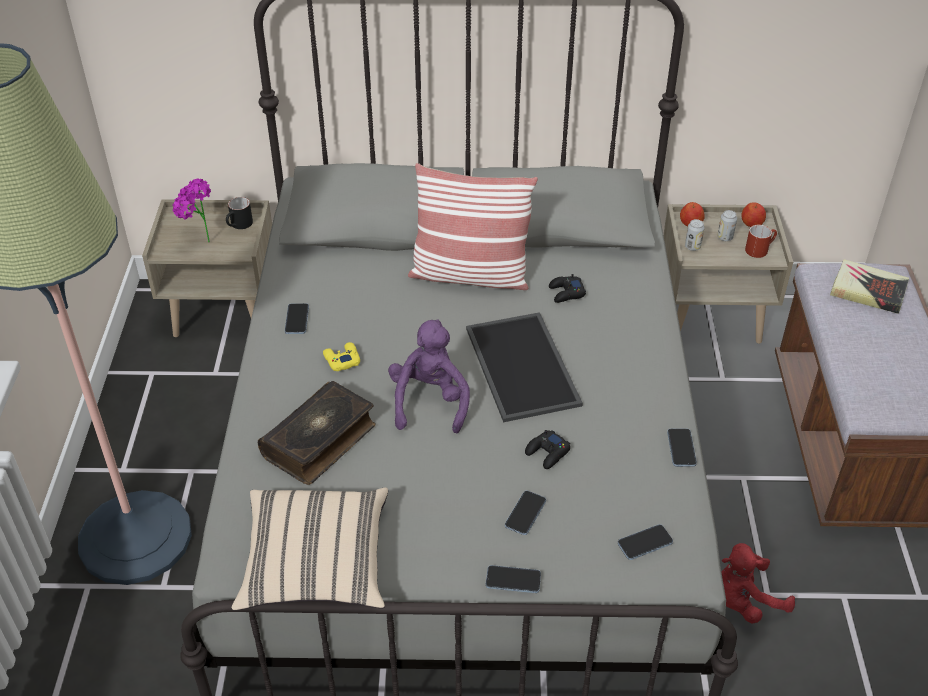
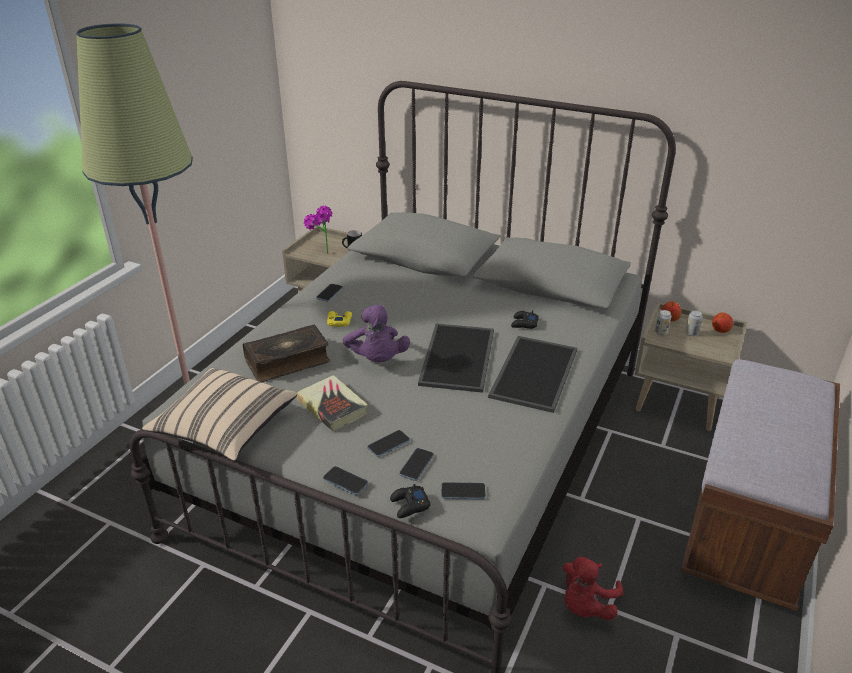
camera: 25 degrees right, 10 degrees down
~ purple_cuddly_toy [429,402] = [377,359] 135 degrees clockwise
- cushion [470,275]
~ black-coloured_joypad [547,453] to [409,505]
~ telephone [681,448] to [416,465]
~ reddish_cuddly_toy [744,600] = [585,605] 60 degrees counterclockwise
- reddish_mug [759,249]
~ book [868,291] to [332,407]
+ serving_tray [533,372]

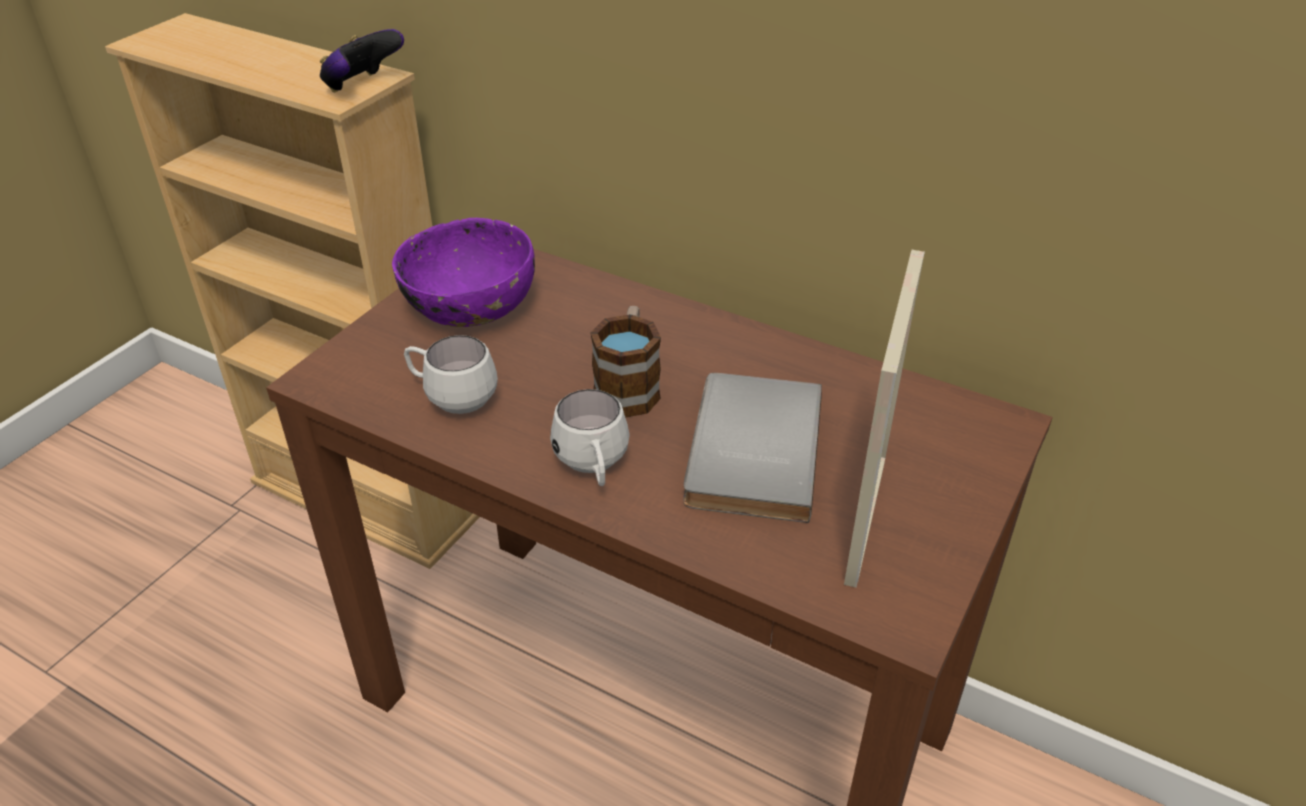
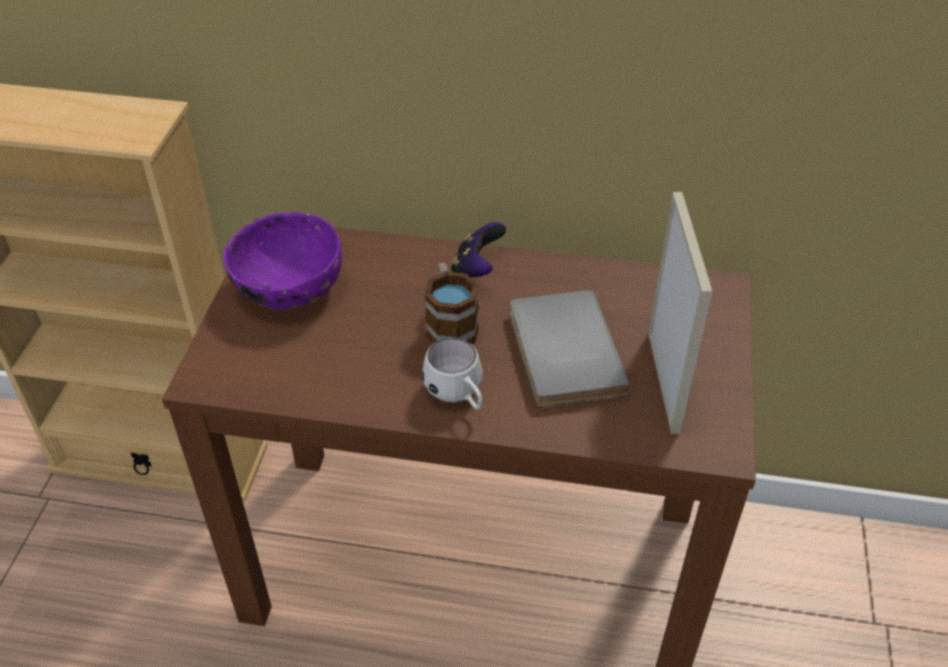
camera: 20 degrees left, 5 degrees up
~ joypad [362,86] to [476,270]
- white_mug [451,397]

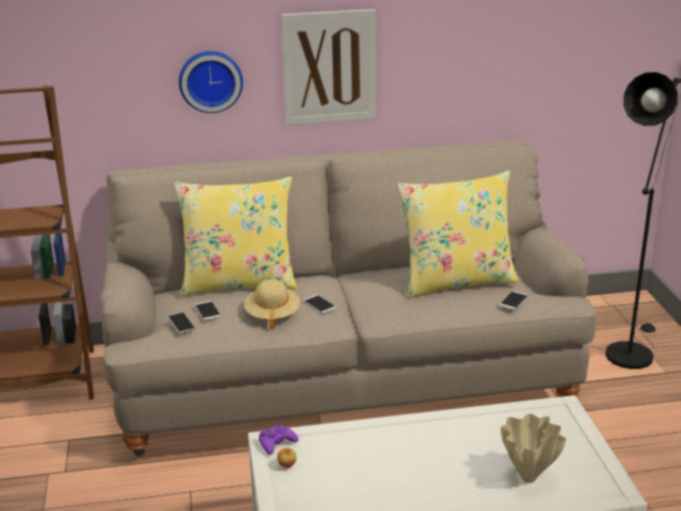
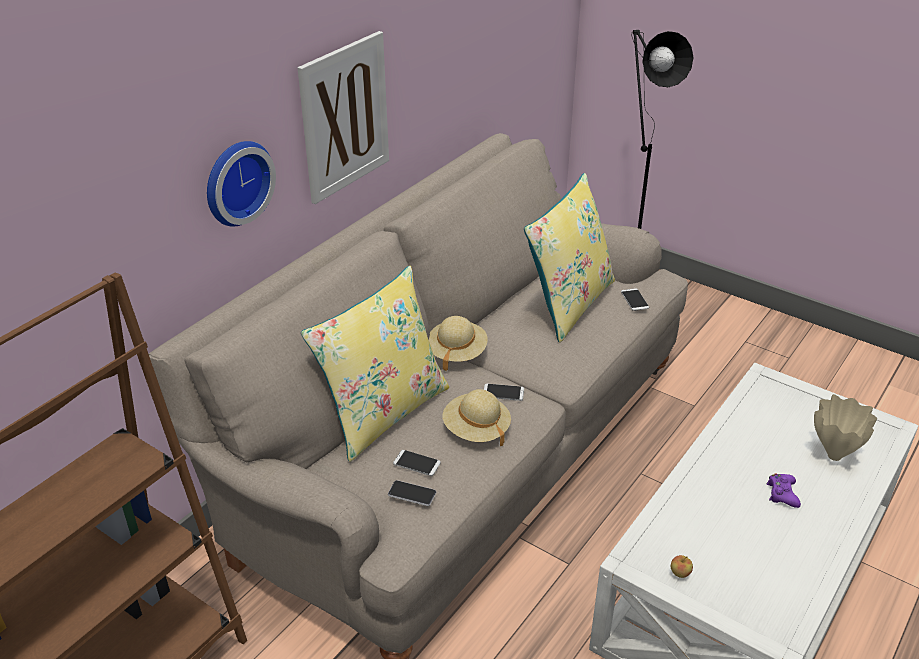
camera: 45 degrees left, 10 degrees up
~ purple_joypad [276,443] to [782,494]
+ beige-coloured_wearable_hat [456,352]

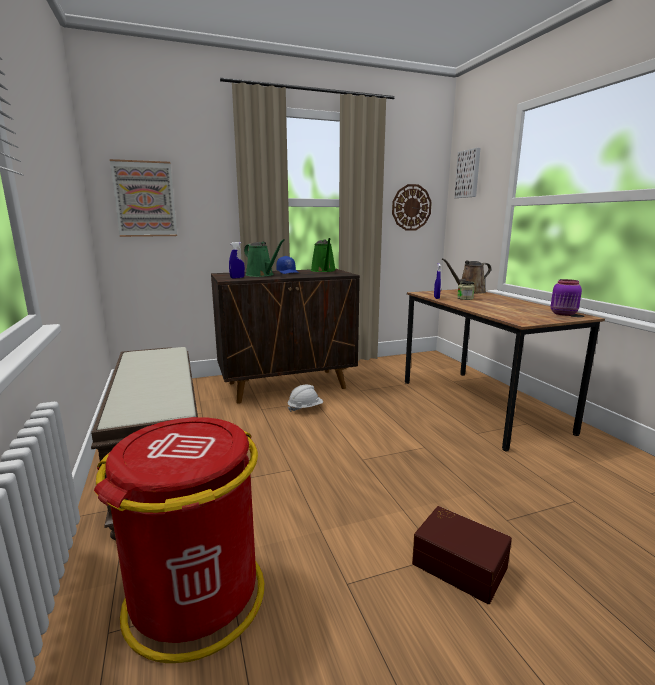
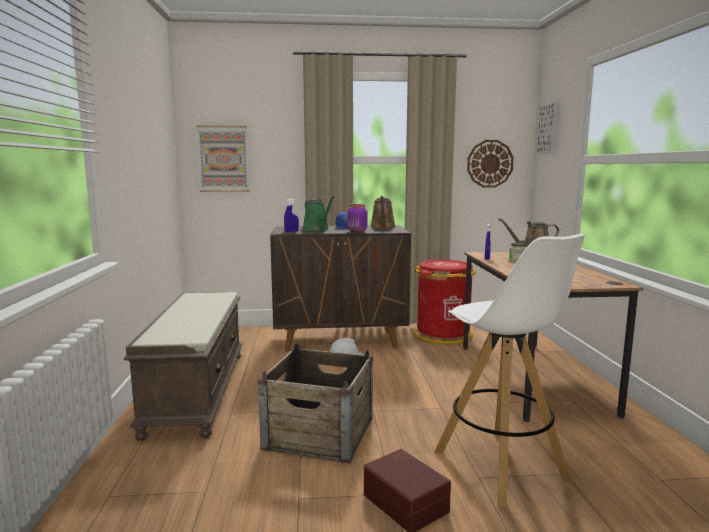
camera: 15 degrees right, 5 degrees down
~ reddish_trash_can [195,598] to [443,334]
~ green-coloured_sprinkling_can [324,271] to brown-coloured_sprinkling_can [382,227]
~ purple_preserve_jar [564,314] to [357,231]
+ packing_crate [319,432]
+ white_stool [501,466]

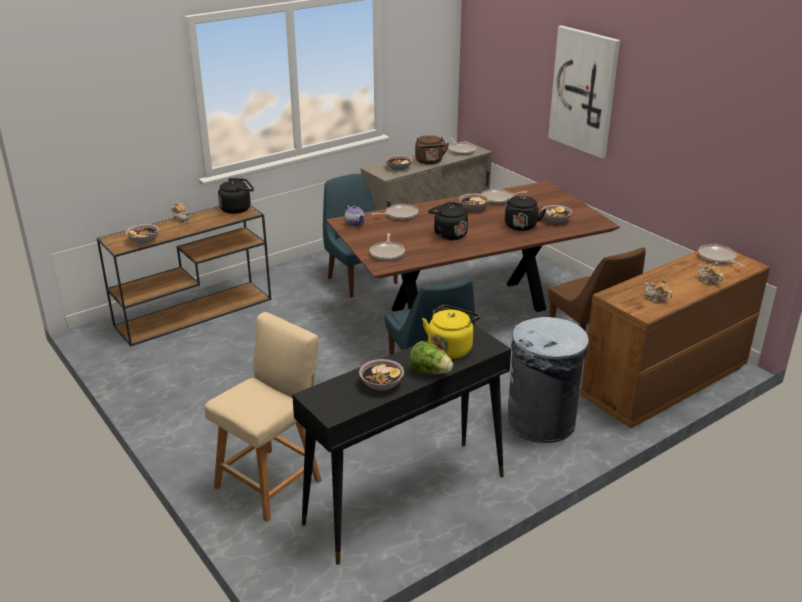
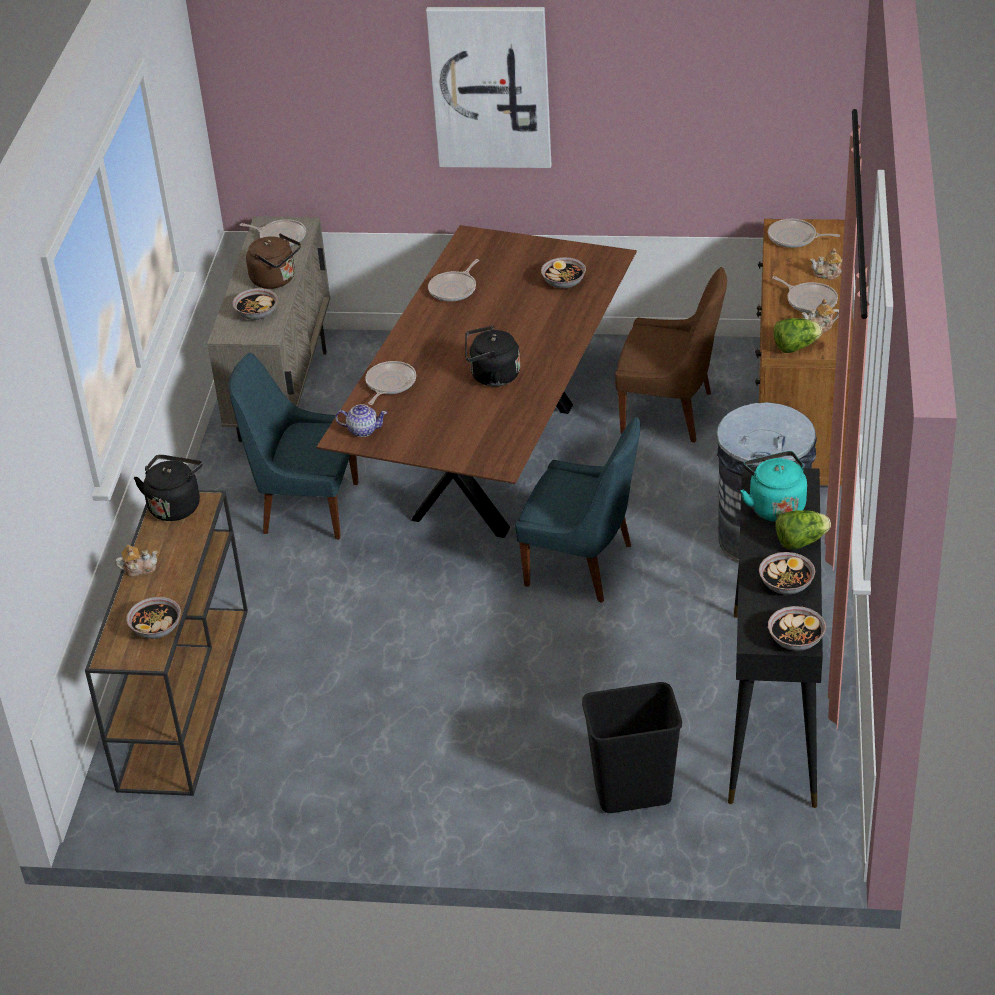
camera: 45 degrees left, 10 degrees up
~ beige-coloured_stool [272,481] to black-coloured_trash_can [633,792]
~ frying_pan [387,253] to [809,301]
~ yellow_water_kettle [451,348] to blue-green_water_kettle [774,506]
~ serving_bowl [473,208] to [796,639]
- black-coloured_water_kettle [521,227]
+ lettuce_head [795,347]

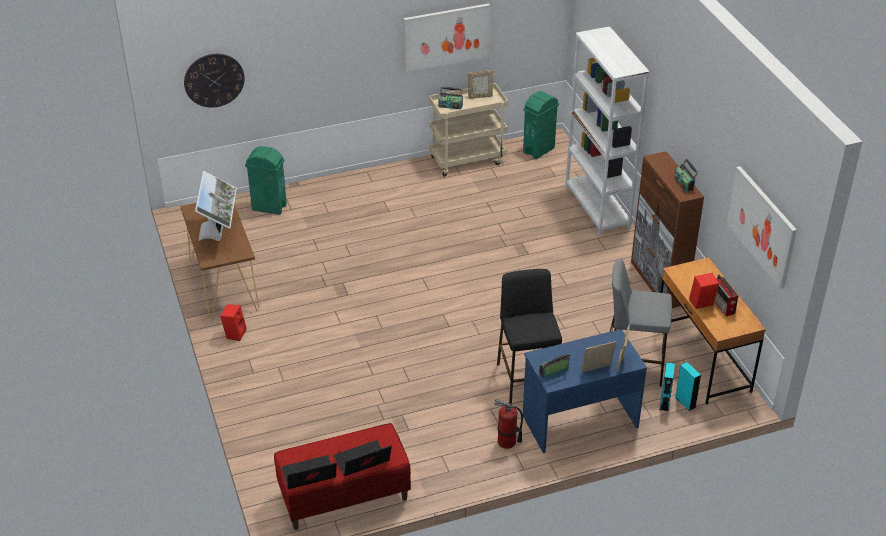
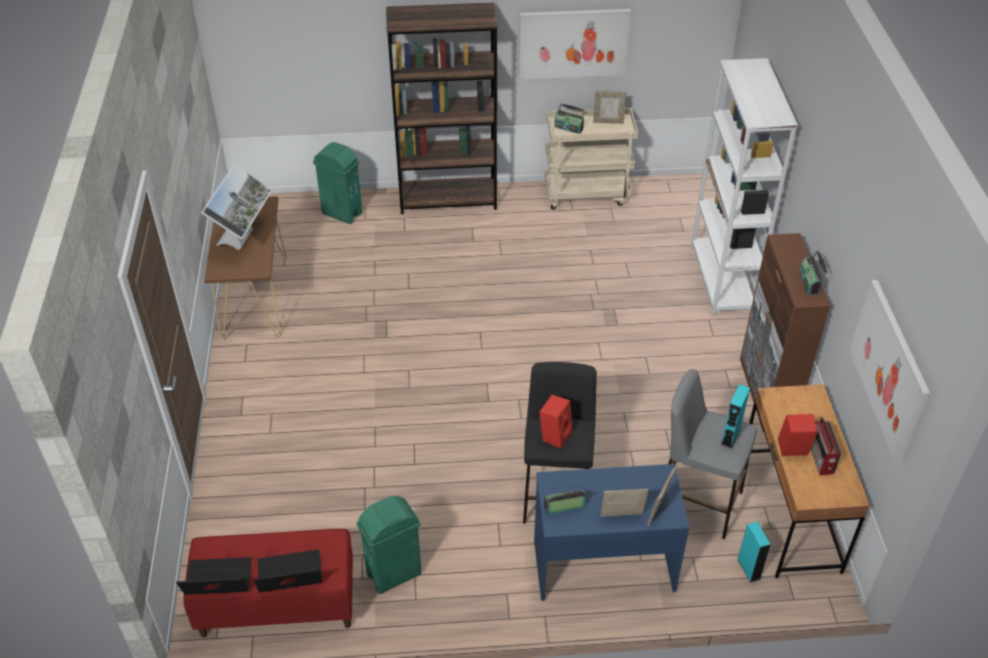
camera: 15 degrees right, 5 degrees up
- hanging_clock [214,80]
~ reddish_loudspeaker [234,333] to [555,435]
- extinguisher [507,442]
~ green-coloured_trash_can [539,150] to [395,573]
~ blue-green_loudspeaker [664,403] to [730,436]
+ brown-coloured_shelving_unit [448,199]

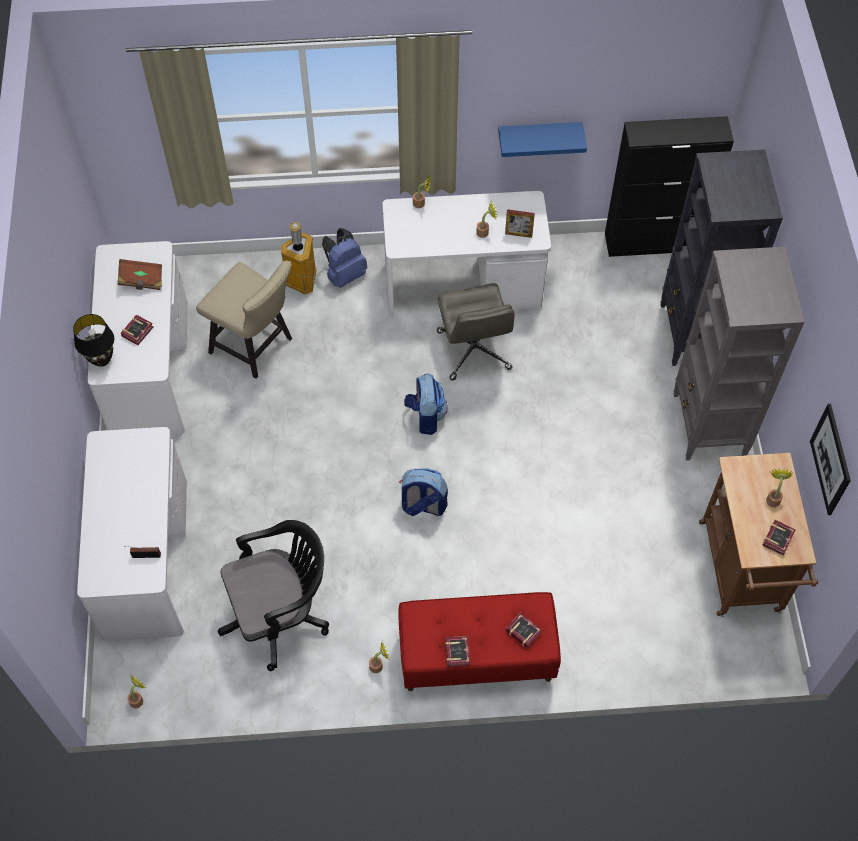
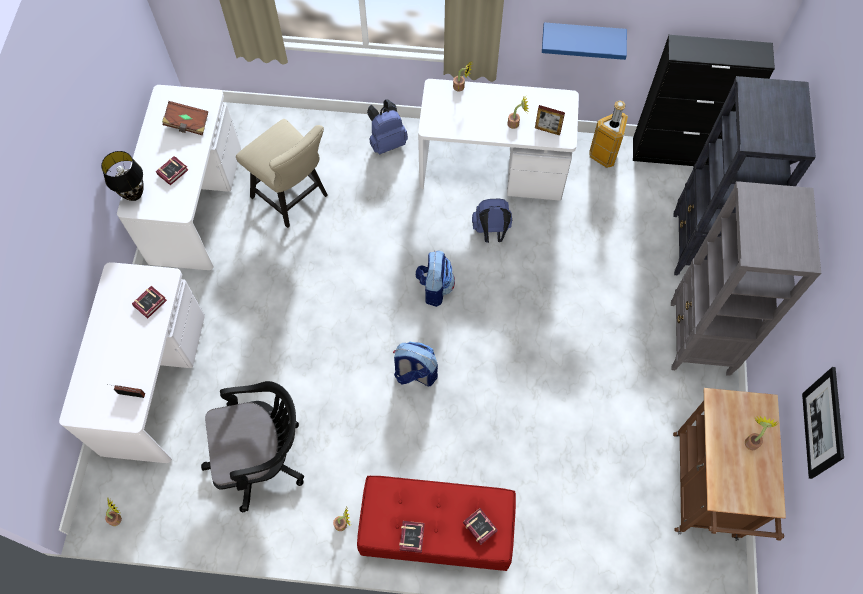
camera: 10 degrees right, 5 degrees up
~ trash_can [303,281] to [605,154]
~ greyish_desk_chair [474,351] to blue_rucksack [491,232]
~ book [779,538] to [151,303]

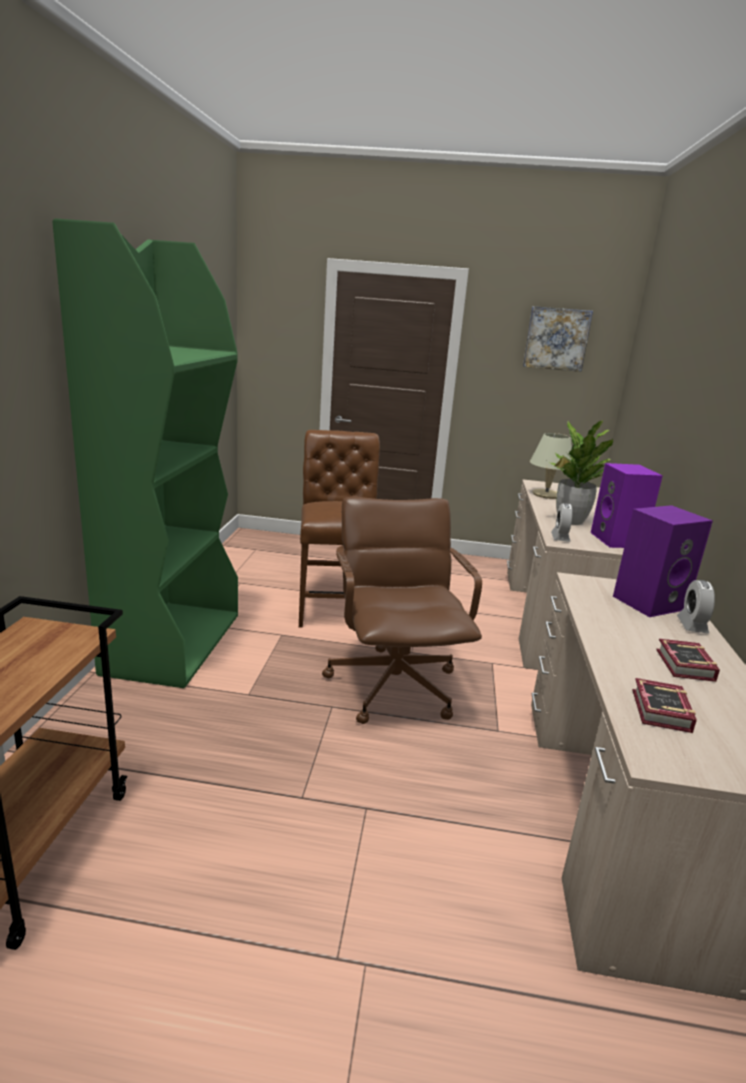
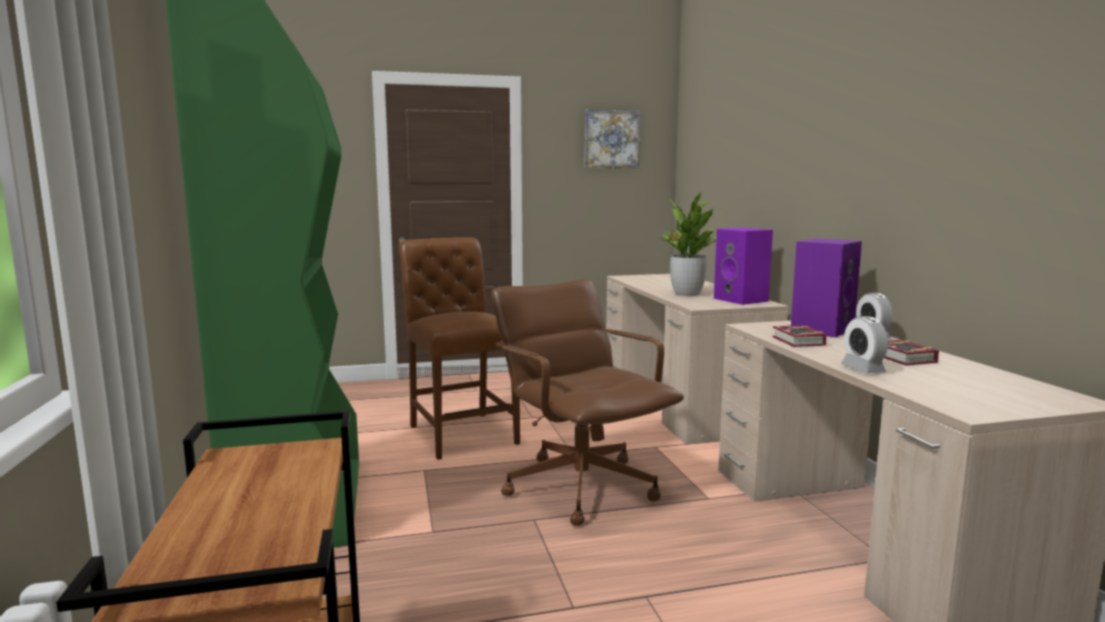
camera: 20 degrees left, 10 degrees down
- beige-coloured_table_lamp [546,494]
~ table_clock [560,537] to [862,369]
~ book [659,712] to [798,342]

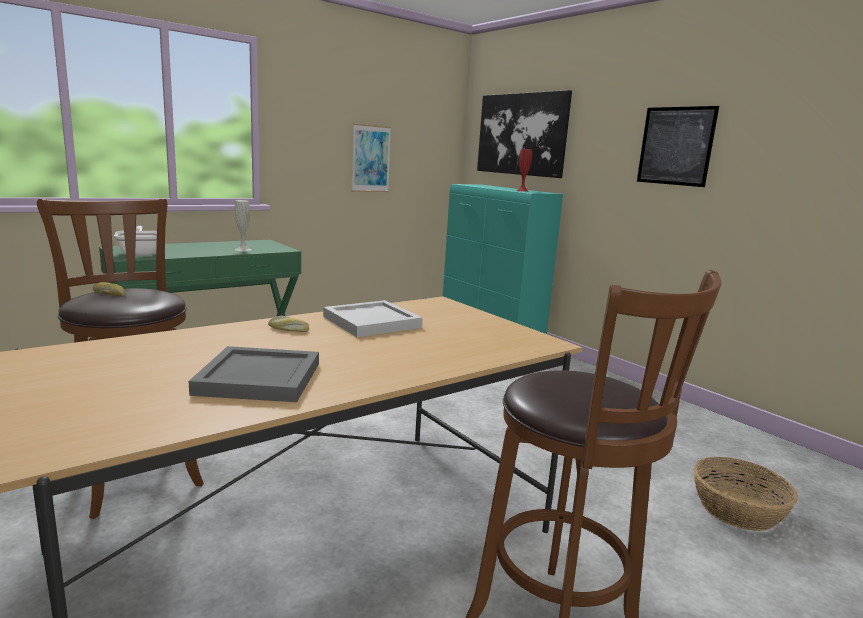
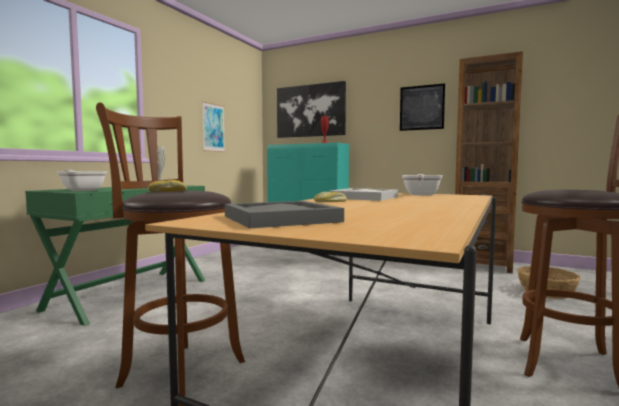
camera: 25 degrees left, 10 degrees down
~ greyish_serving_tray [257,379] to [280,219]
+ frying_pan [421,195]
+ brown-coloured_shelving_unit [483,264]

